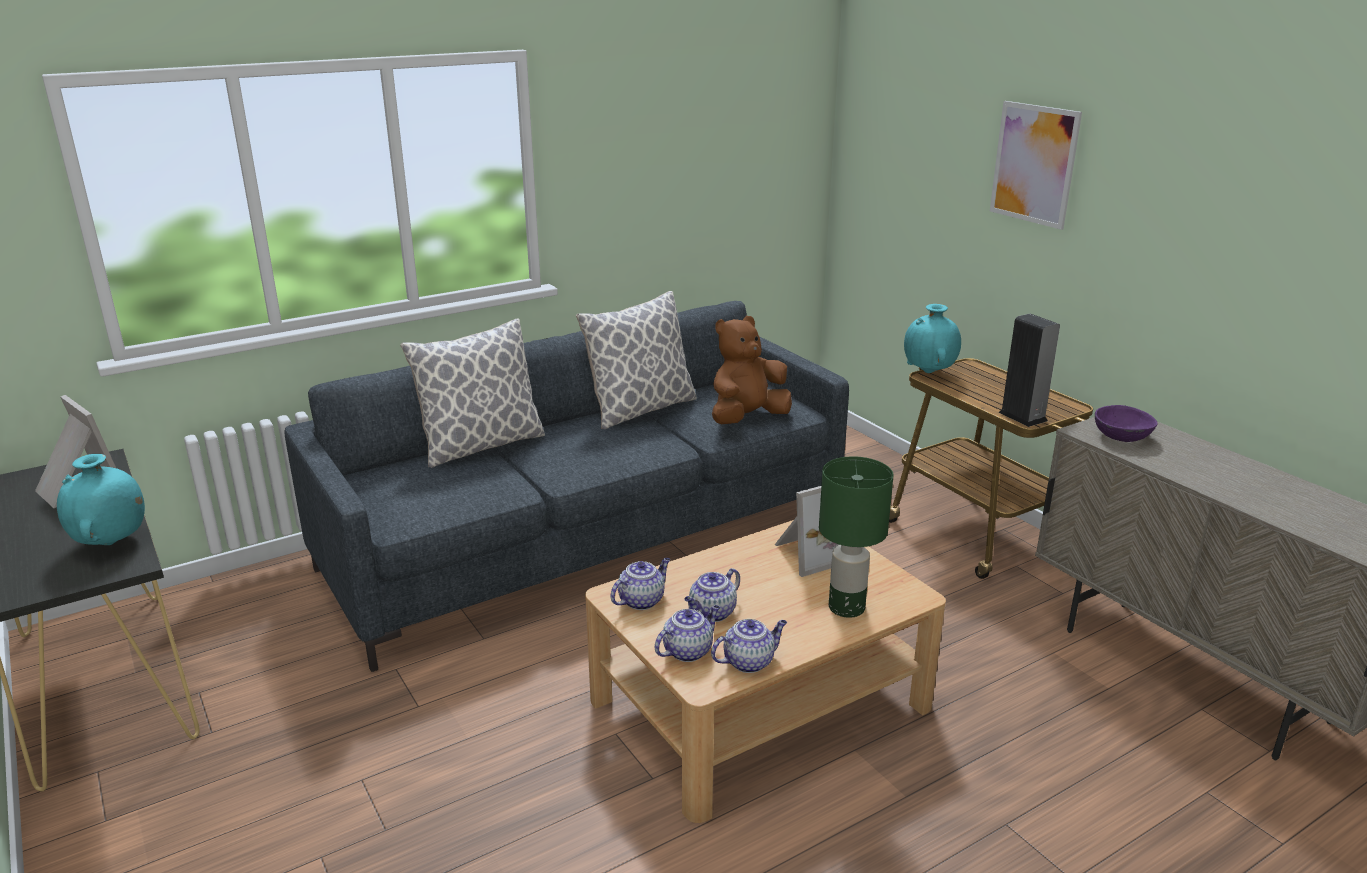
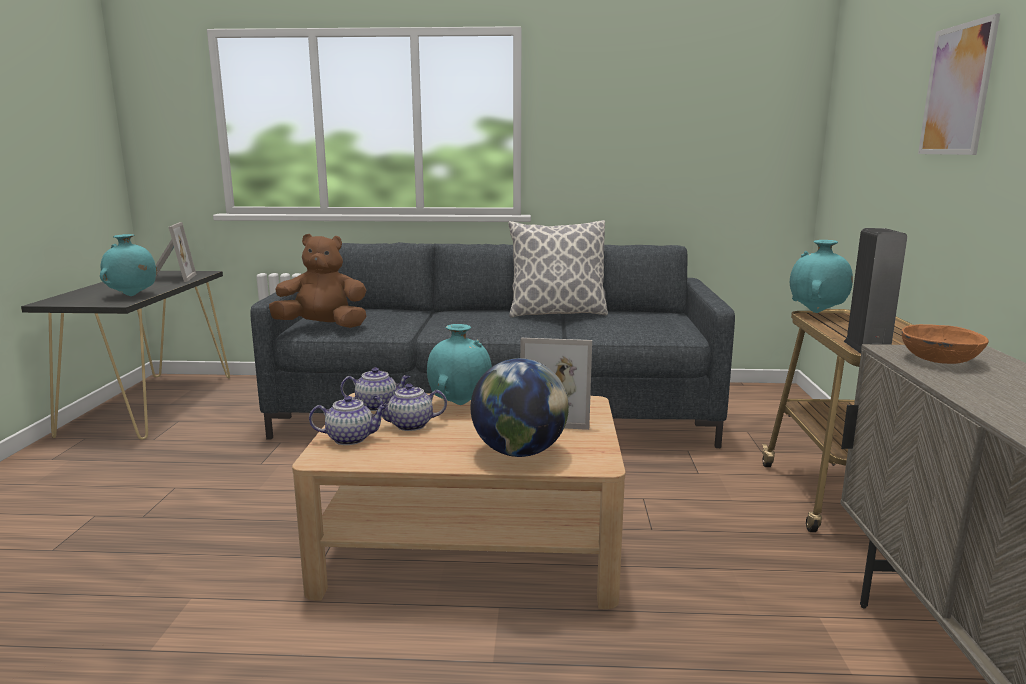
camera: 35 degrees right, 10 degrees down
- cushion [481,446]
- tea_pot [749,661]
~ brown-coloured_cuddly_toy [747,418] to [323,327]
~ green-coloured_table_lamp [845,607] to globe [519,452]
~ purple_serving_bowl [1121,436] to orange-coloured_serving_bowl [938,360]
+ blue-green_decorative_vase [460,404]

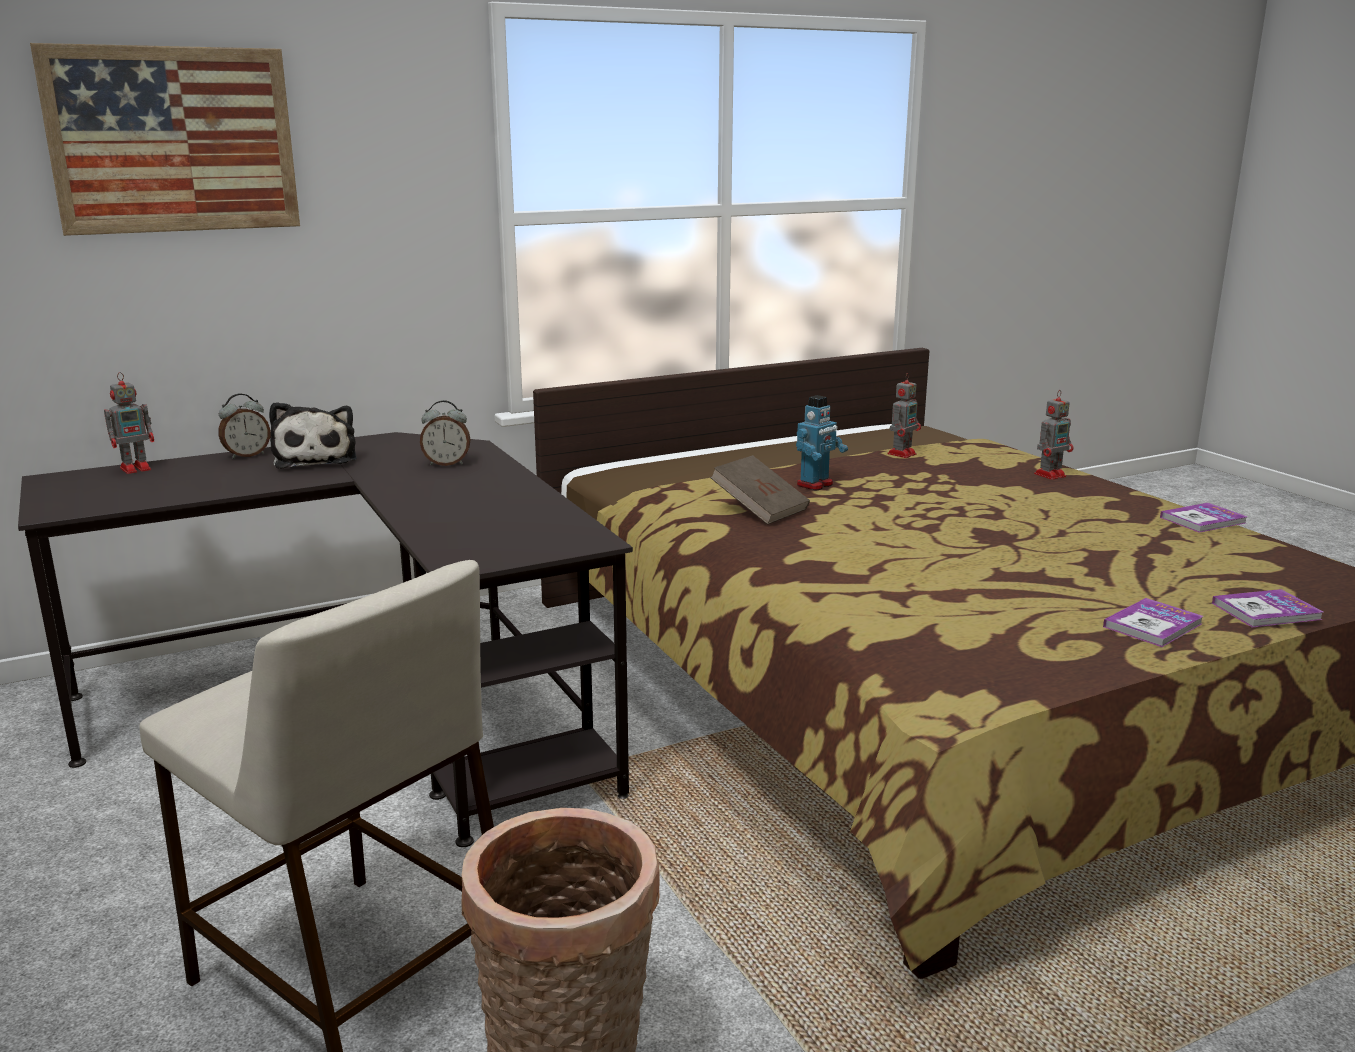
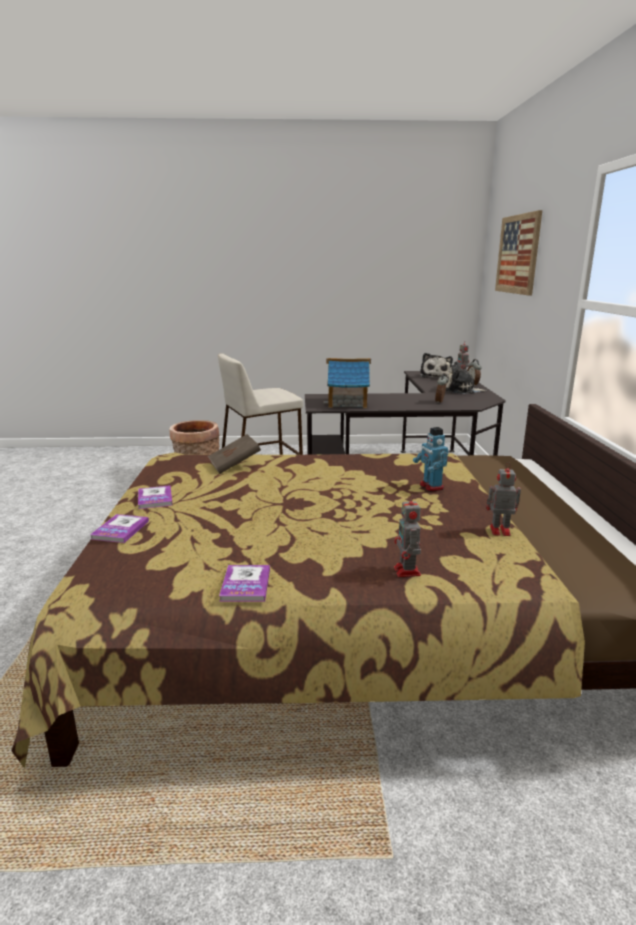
camera: 115 degrees right, 0 degrees up
~ brown-coloured_book [760,509] to [234,465]
~ toy_robot [902,453] = [498,531] 120 degrees clockwise
+ model_house [348,403]
+ cuddly_toy [435,376]

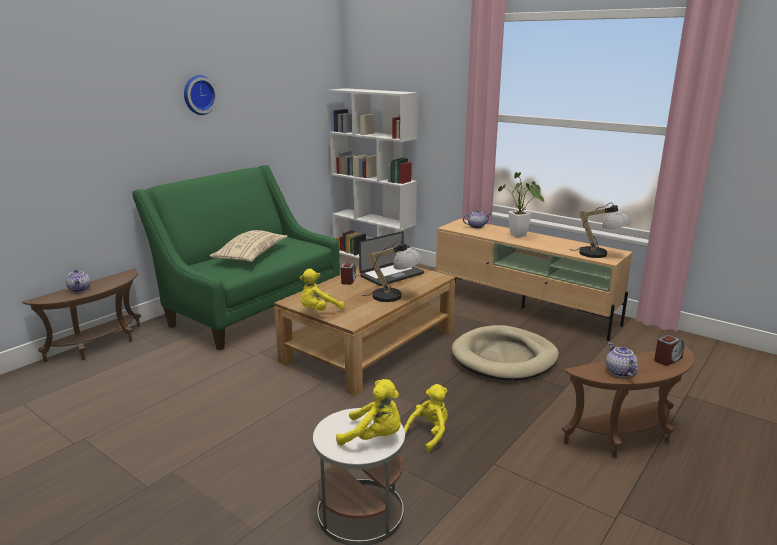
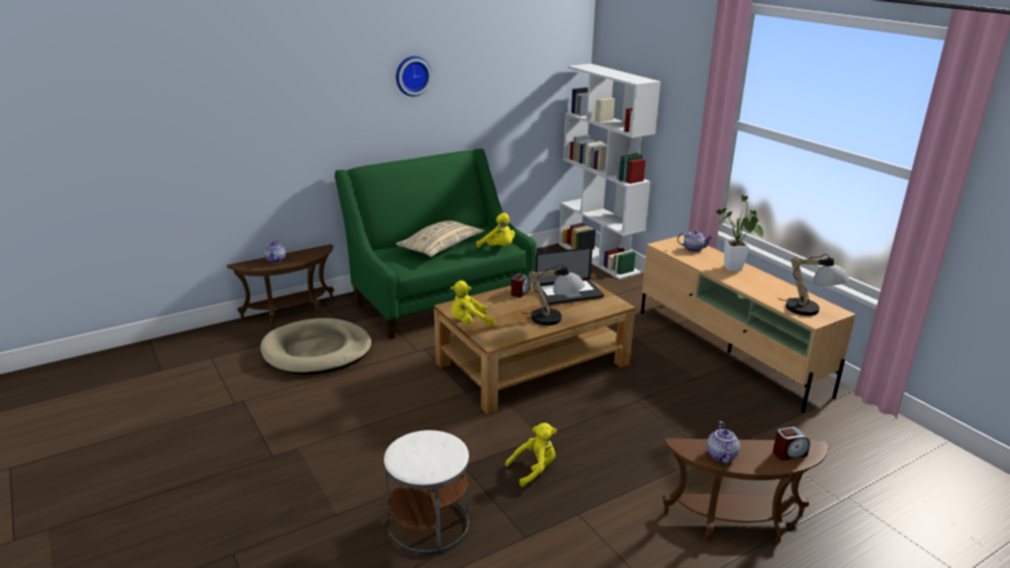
camera: 20 degrees right, 5 degrees up
~ yellow_cuddly_toy [374,437] to [498,248]
~ beige-coloured_dog_cushion [504,357] to [317,351]

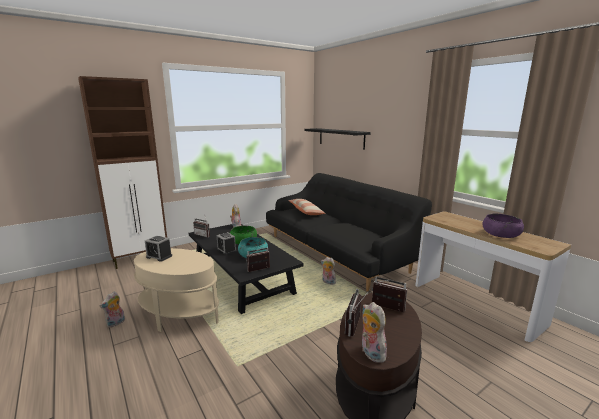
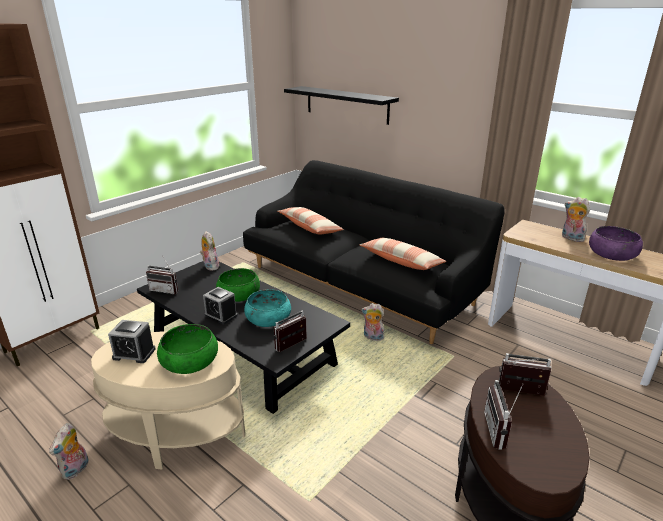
camera: 15 degrees left, 10 degrees up
~ cuddly_toy [370,353] to [571,238]
+ green-coloured_serving_bowl [189,361]
+ cushion [401,261]

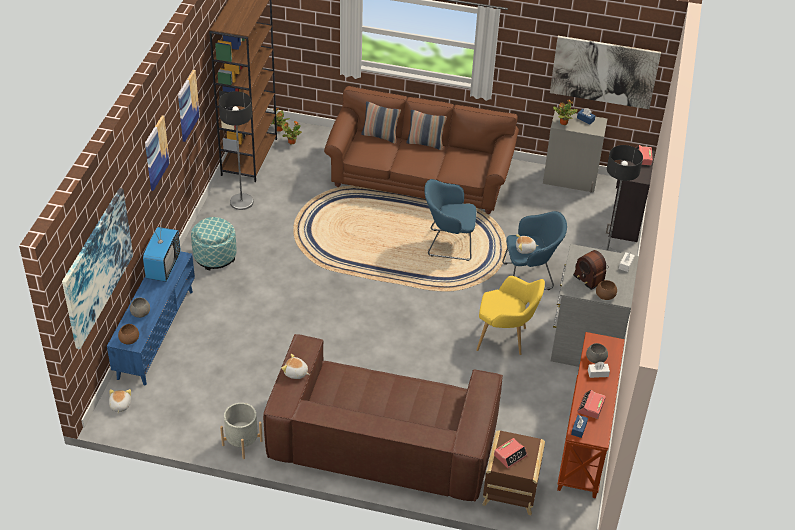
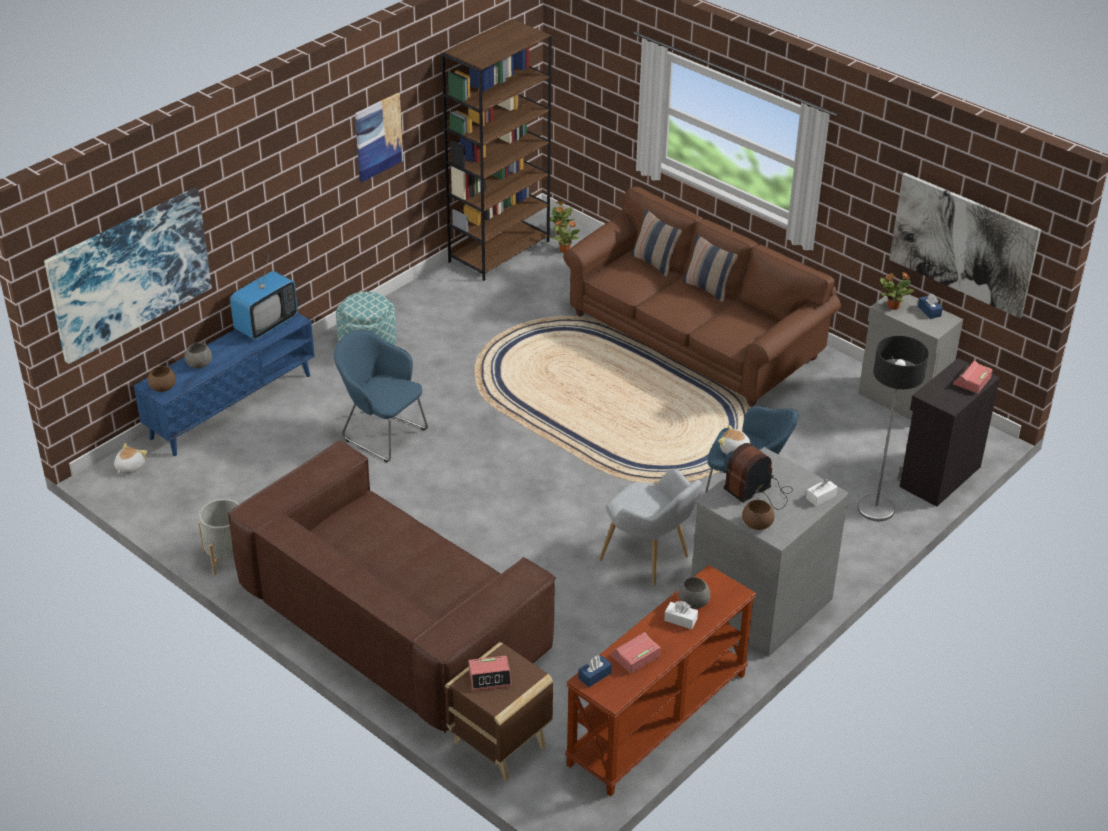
camera: 30 degrees right, 5 degrees down
- picture [156,153]
- standing_lamp [241,202]
- cuddly_toy [296,373]
~ blue_easy_chair [447,244] to [381,433]
~ yellow_easy_chair [505,339] to greyish_easy_chair [650,560]
~ radio_receiver [590,274] = [759,491] 60 degrees clockwise

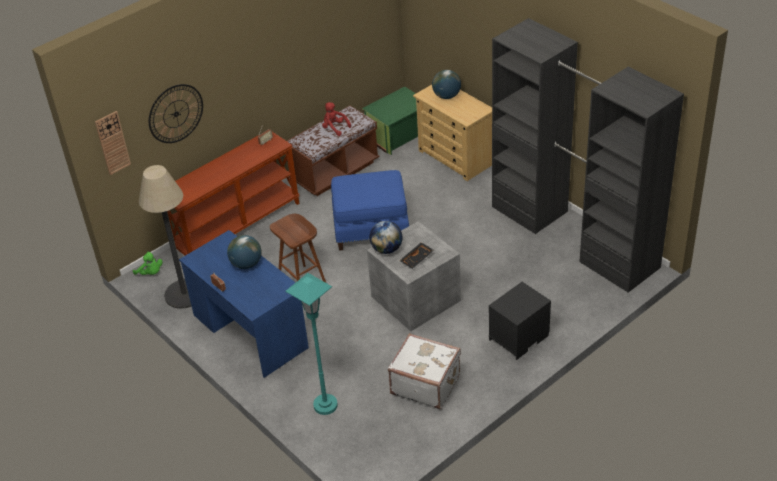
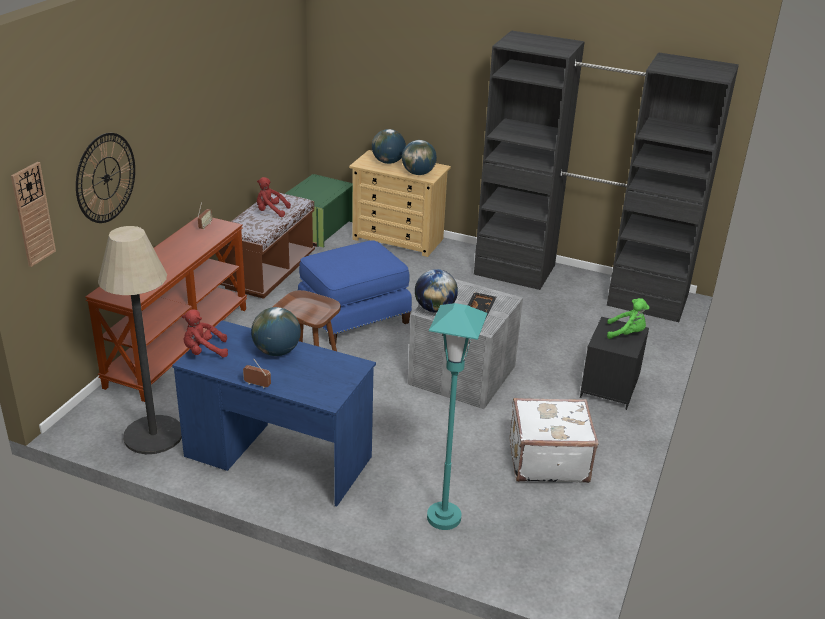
camera: 30 degrees left, 10 degrees down
~ green-coloured_cuddly_toy [150,273] to [627,333]
+ reddish_cuddly_toy [204,351]
+ globe [418,173]

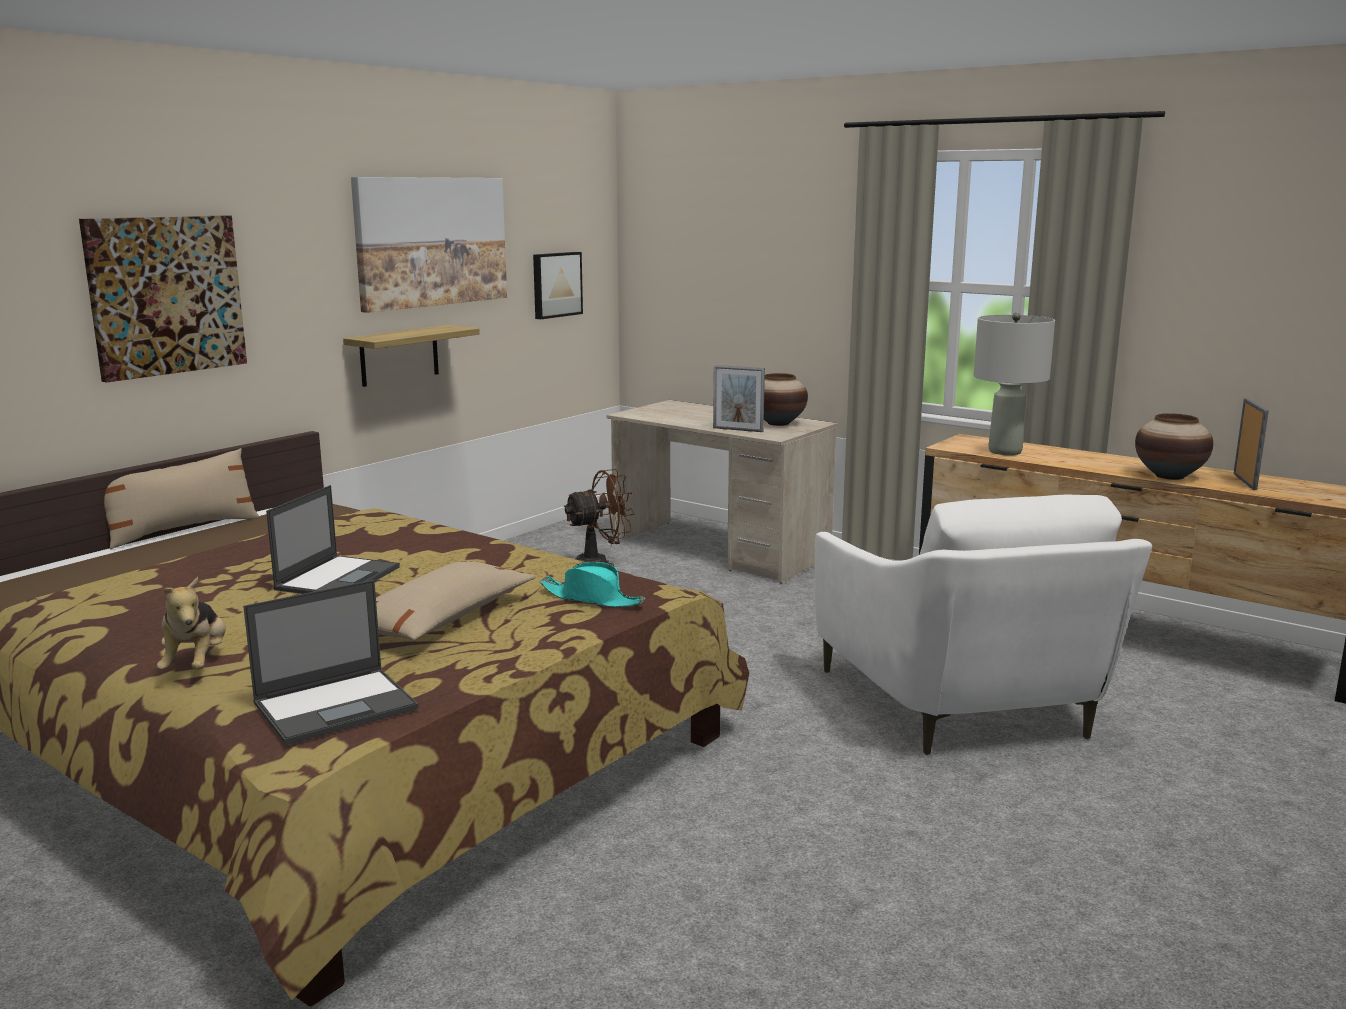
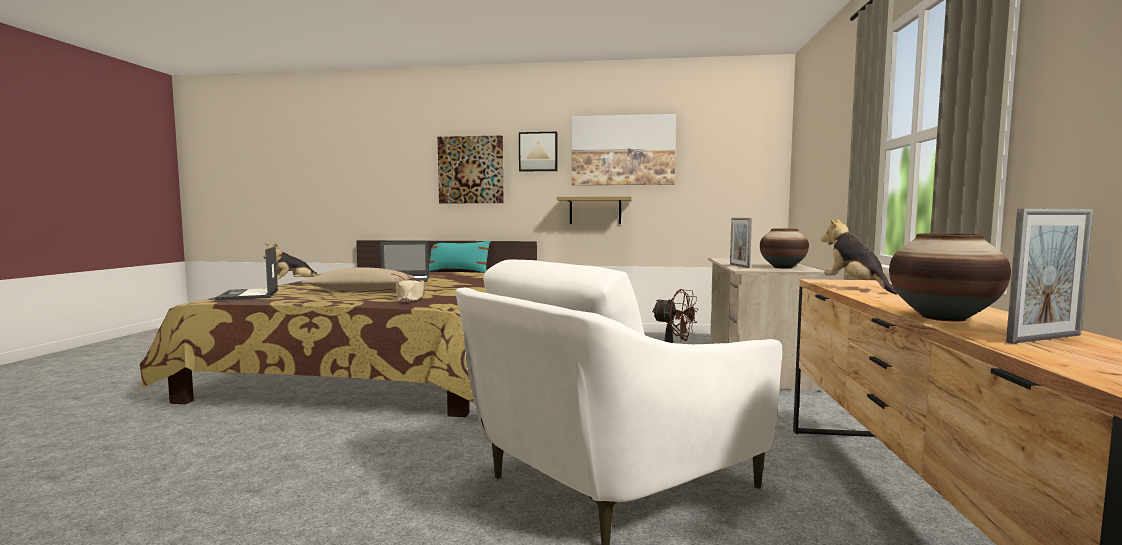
camera: 60 degrees right, 10 degrees down
~ beige-coloured_cushion [183,530] to blue-green_cushion [458,271]
~ notebook_computer [337,706] = [249,295] 45 degrees clockwise
~ picture [555,284] to [538,152]
~ blue-green_wearable_hat [592,598] to beige-coloured_wearable_hat [410,298]
~ greyish_table_lamp [1005,451] to cuddly_toy [856,287]

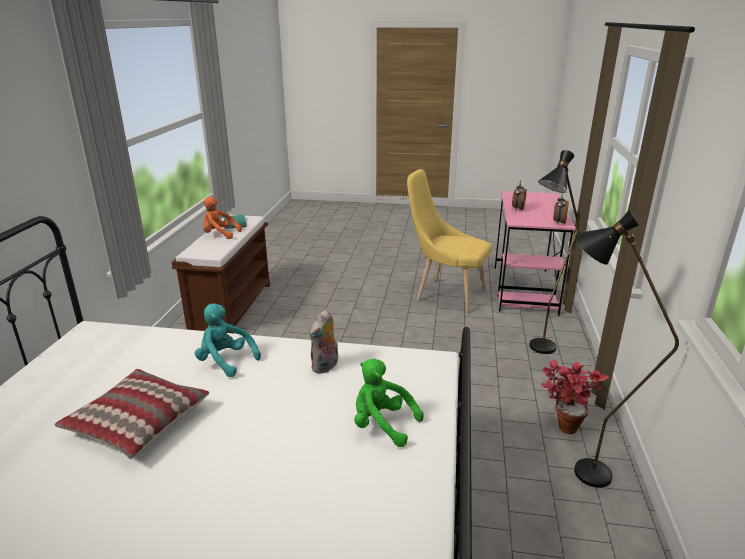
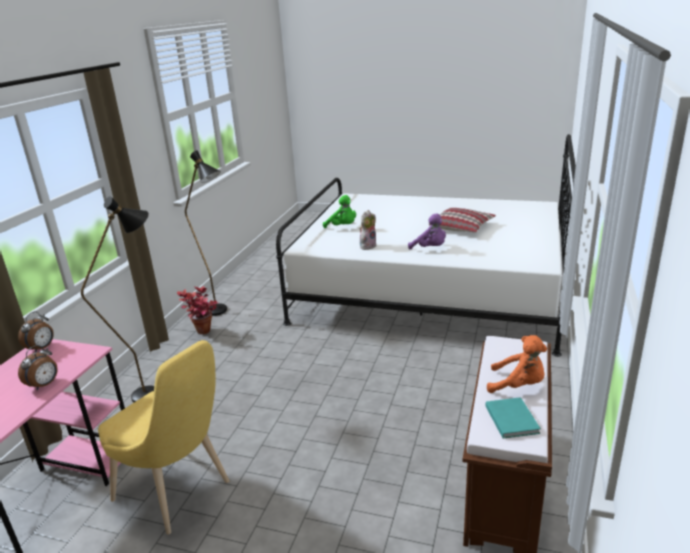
camera: 170 degrees left, 0 degrees up
~ blue-green_cuddly_toy [225,361] to purple_cuddly_toy [430,248]

